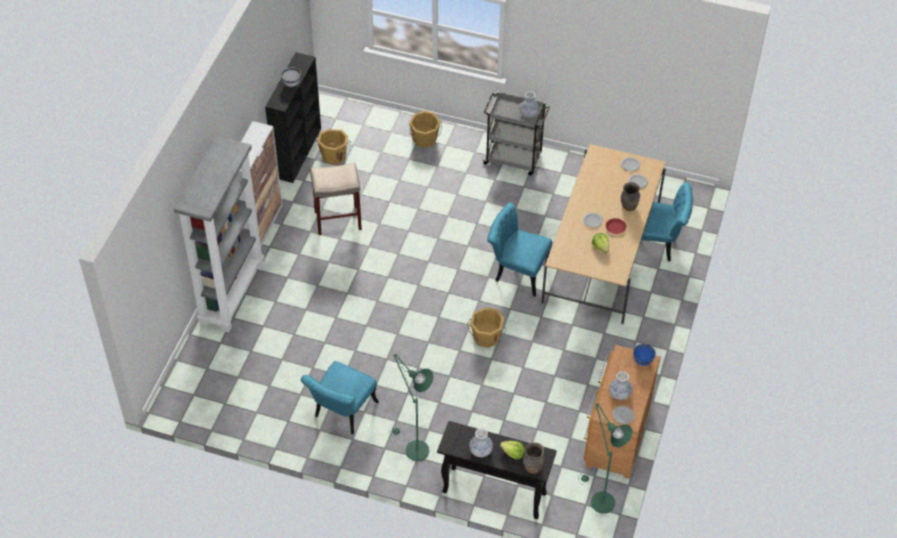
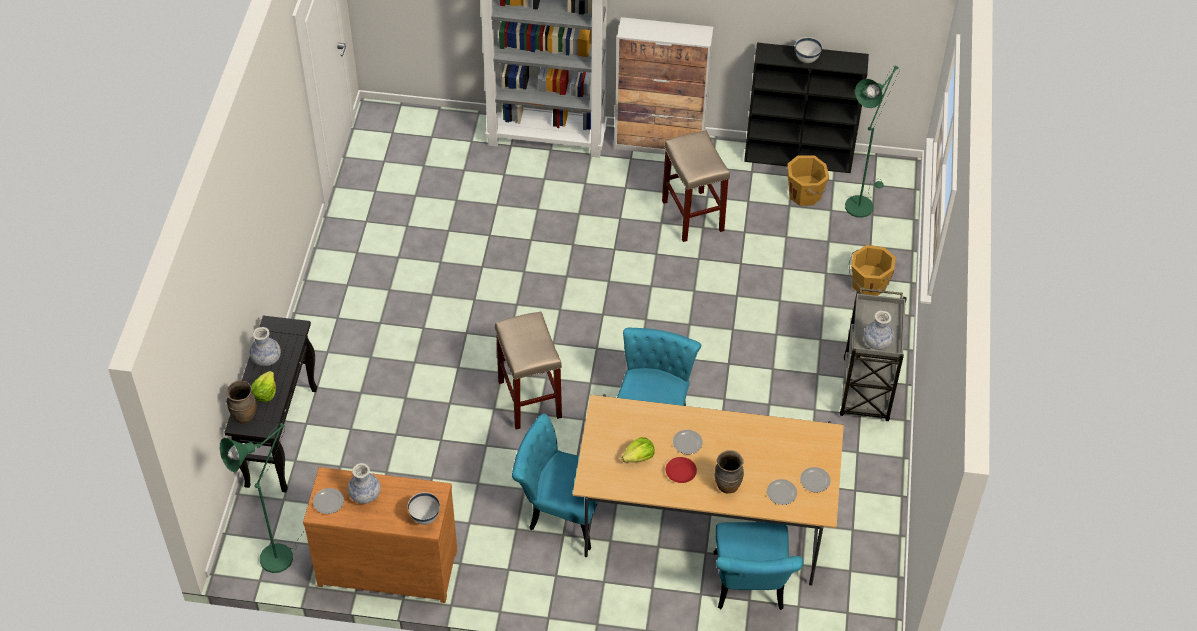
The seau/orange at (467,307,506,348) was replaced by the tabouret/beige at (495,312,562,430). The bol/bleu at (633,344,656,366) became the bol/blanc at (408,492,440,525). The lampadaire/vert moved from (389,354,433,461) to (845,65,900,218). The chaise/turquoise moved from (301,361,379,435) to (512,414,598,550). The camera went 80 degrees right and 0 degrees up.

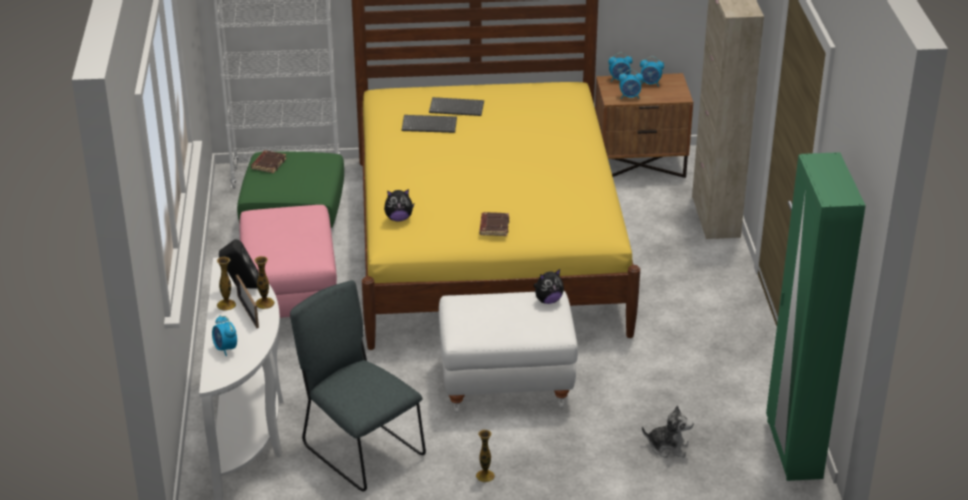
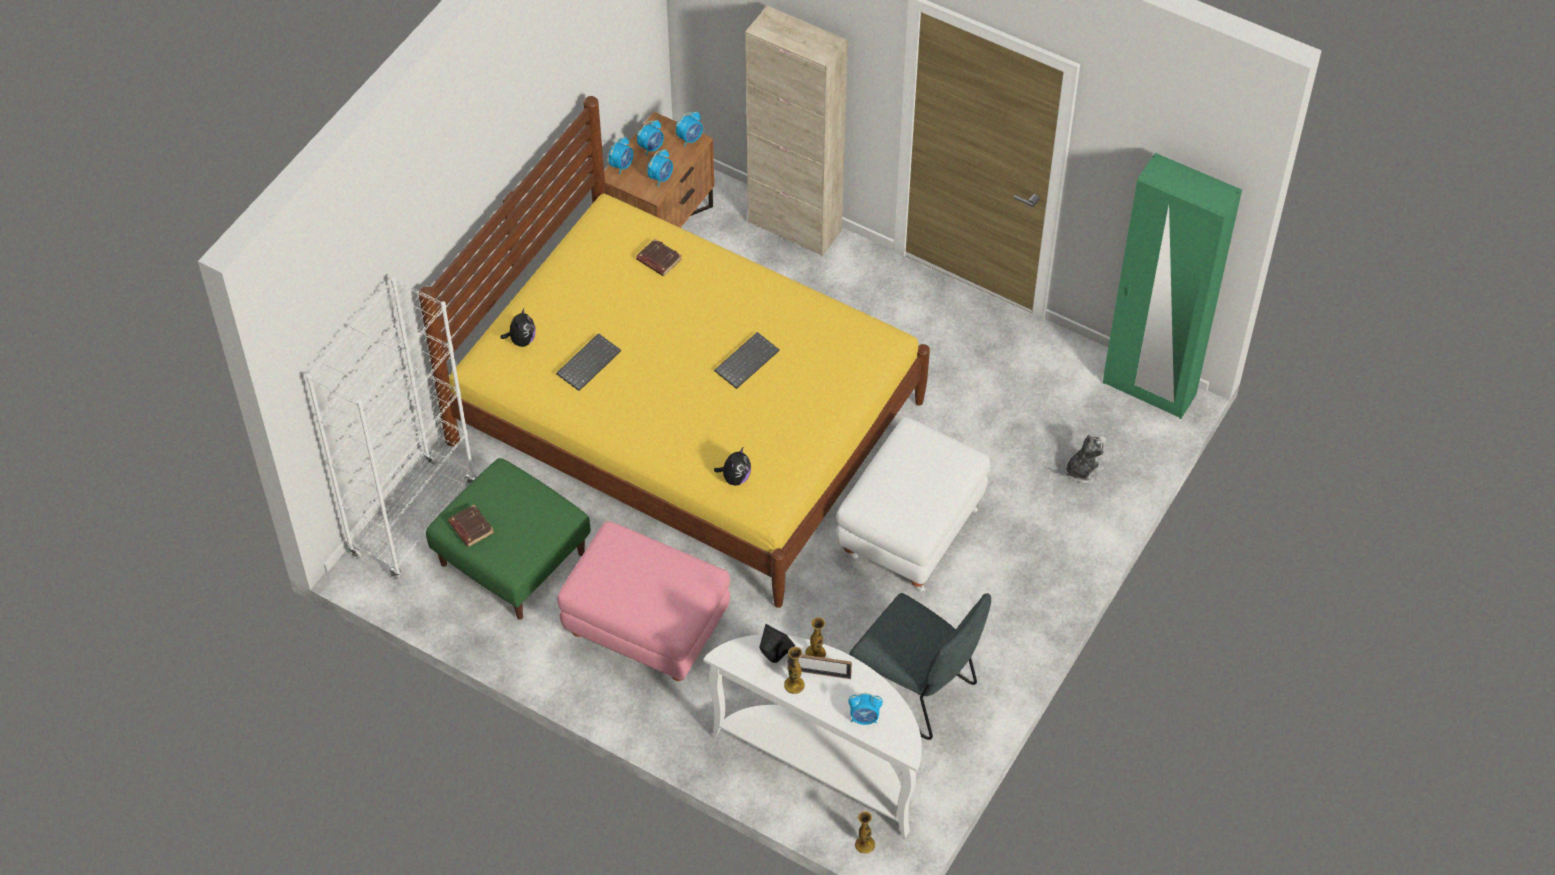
The clavier moved from (429,97,484,116) to (714,332,780,389). The livre/marron moved from (479,212,509,236) to (636,239,682,276). The peluche moved from (533,269,564,304) to (500,308,536,347). The chaise/gris at (290,280,426,491) turned 135 degrees counterclockwise. The vase moved from (476,429,495,482) to (855,811,875,854). The réveil at (676,111,703,147) appeared. The camera went 55 degrees left and 20 degrees up.

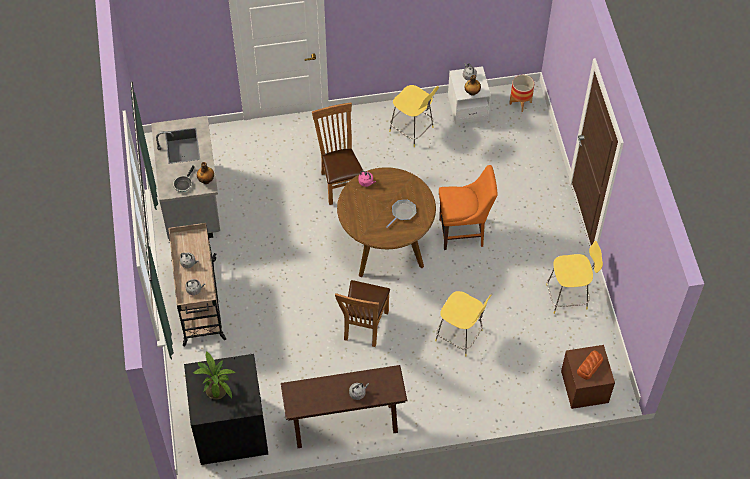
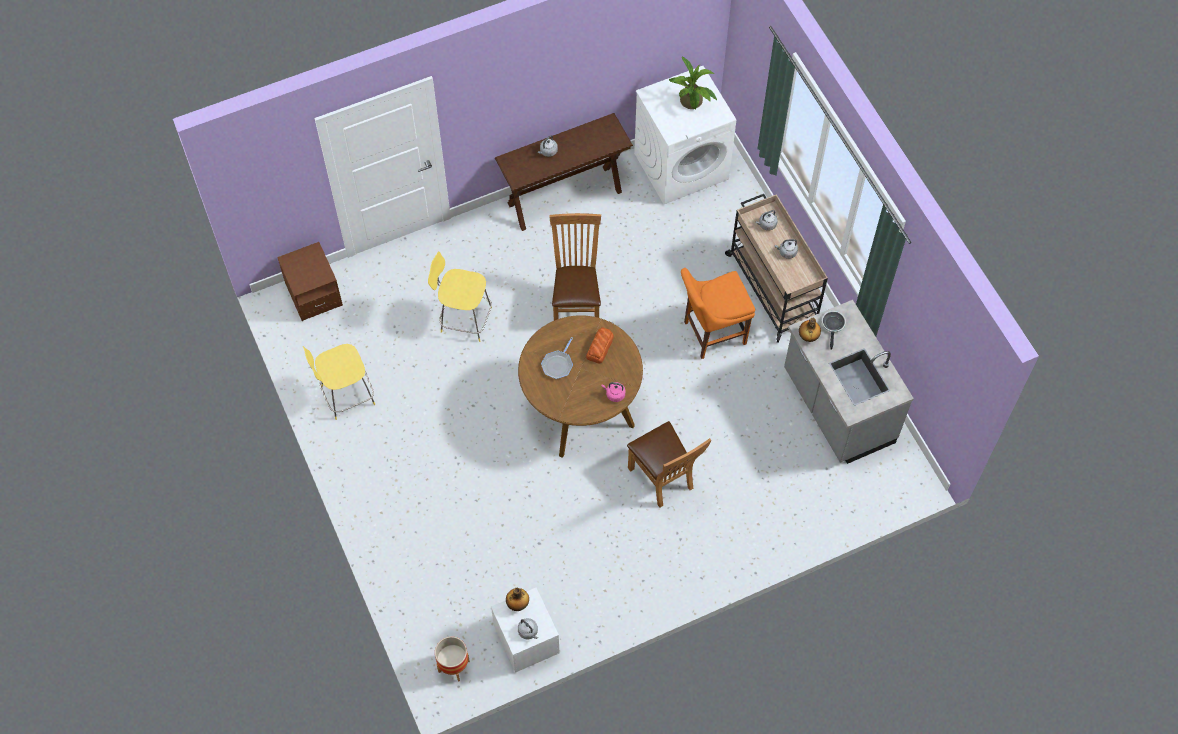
The tabouret/jaune at (389,85,439,147) disappeared. The chaise/orange moved from (439,165,498,250) to (681,268,755,359). The pain moved from (577,350,603,380) to (586,327,614,363). The lave-linge/noir at (184,354,268,465) became the lave-linge/blanc at (634,66,736,204). The camera went 165 degrees right and 5 degrees up.

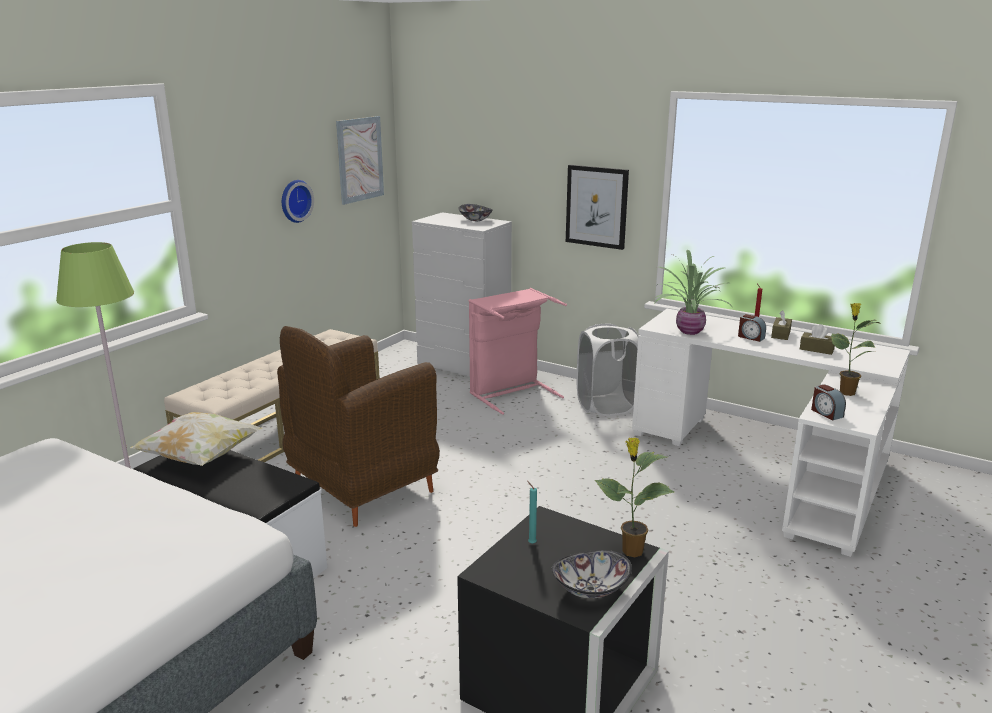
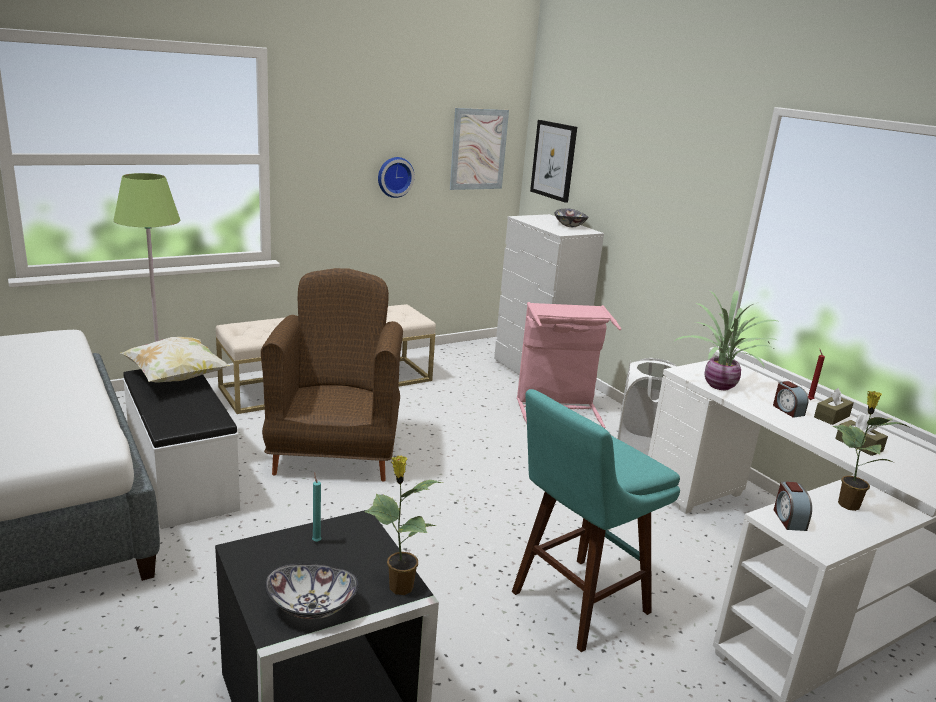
The tableau moved from (566,165,629,250) to (530,120,577,203). The fauteuil/marron at (277,326,440,527) turned 105 degrees clockwise. The tabouret/turquoise at (512,389,680,652) appeared. The camera went 25 degrees right and 0 degrees up.

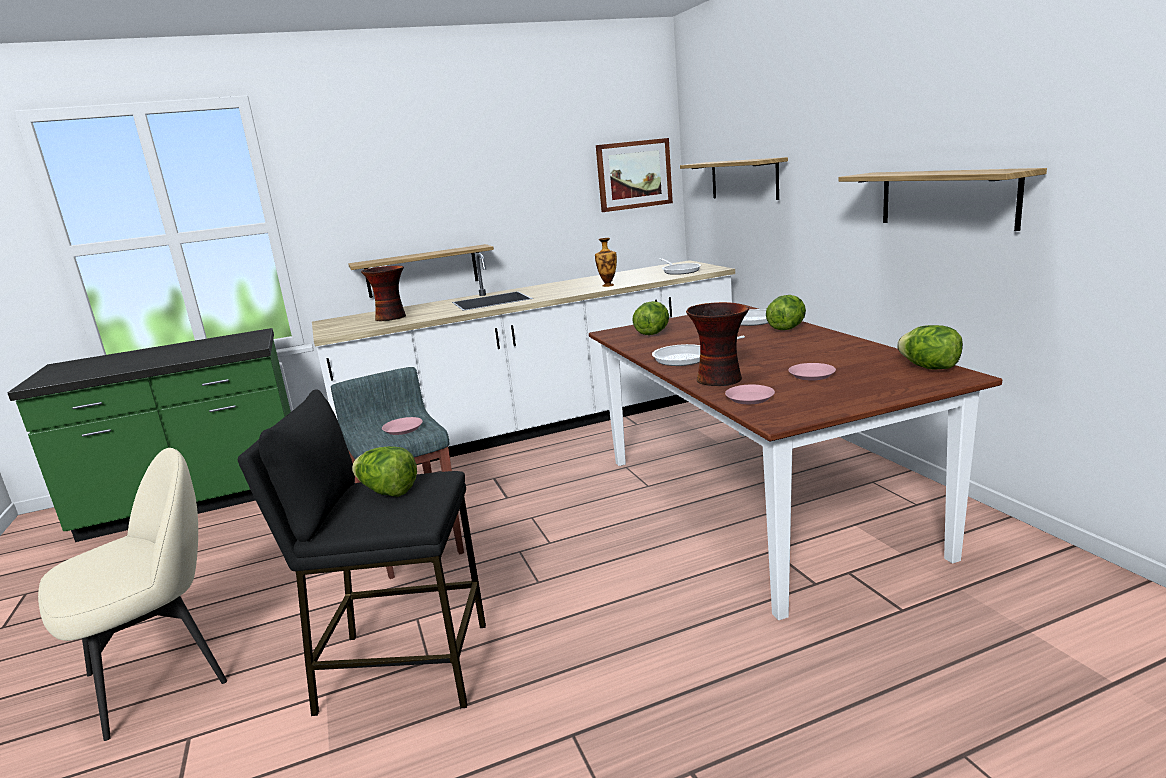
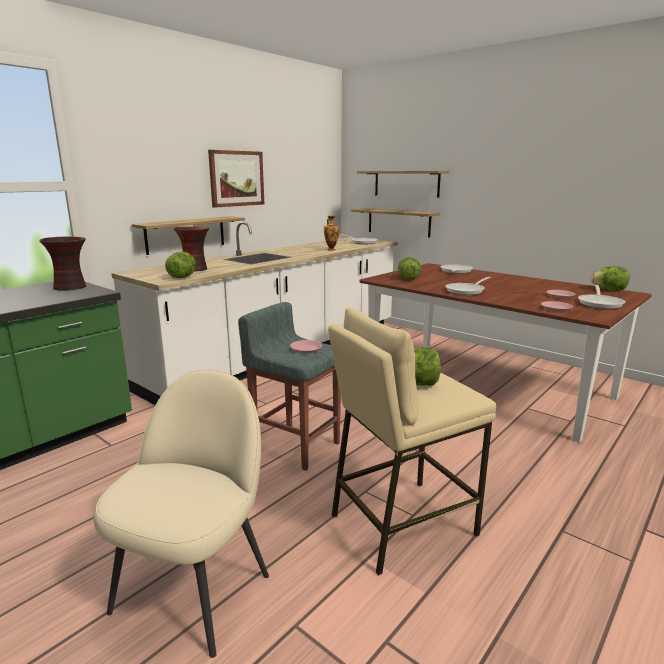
The tableau moved from (596,138,673,212) to (208,150,264,208). The étagère moved from (839,168,1047,231) to (351,208,440,238). The laitue moved from (766,295,806,330) to (165,252,196,278). The vase moved from (686,302,749,386) to (39,236,86,291). The tabouret/noir at (238,389,486,716) became the tabouret/beige at (328,308,496,576). The poêle at (578,285,625,309) appeared. The camera went 30 degrees left and 0 degrees up.

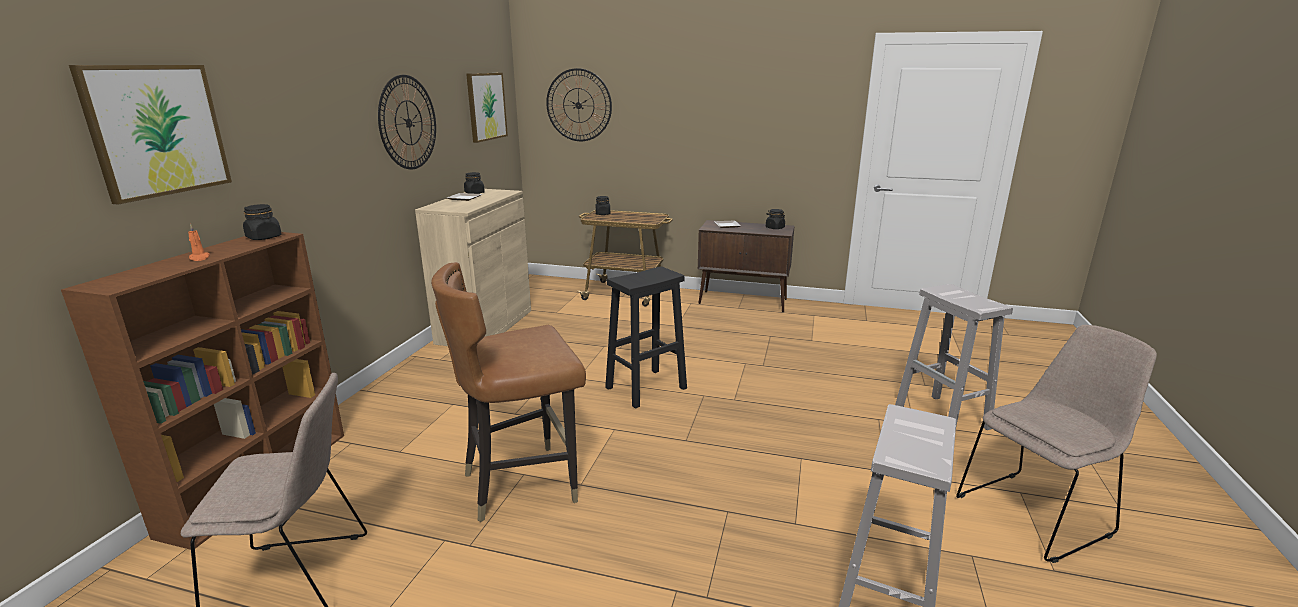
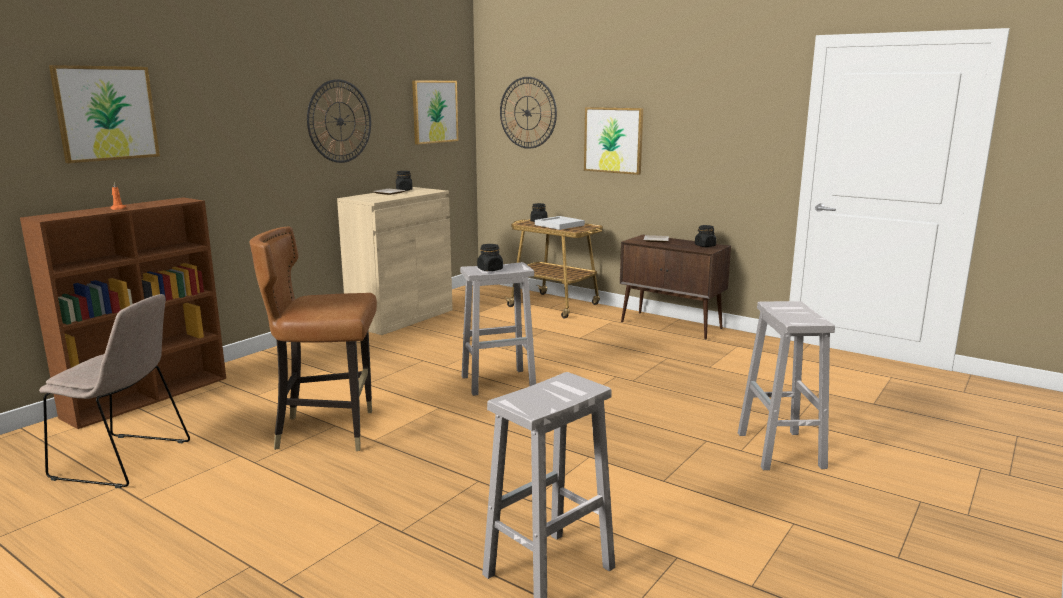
The bocal/noir moved from (243,204,282,240) to (477,244,503,271). The tabouret/noir at (605,266,687,409) became the tabouret/blanc at (460,262,536,396). The chaise/beige at (956,325,1157,563) disappeared. The tableau at (584,107,643,175) appeared. The plateau/blanc at (535,216,585,230) appeared. The camera went 20 degrees right and 5 degrees down.

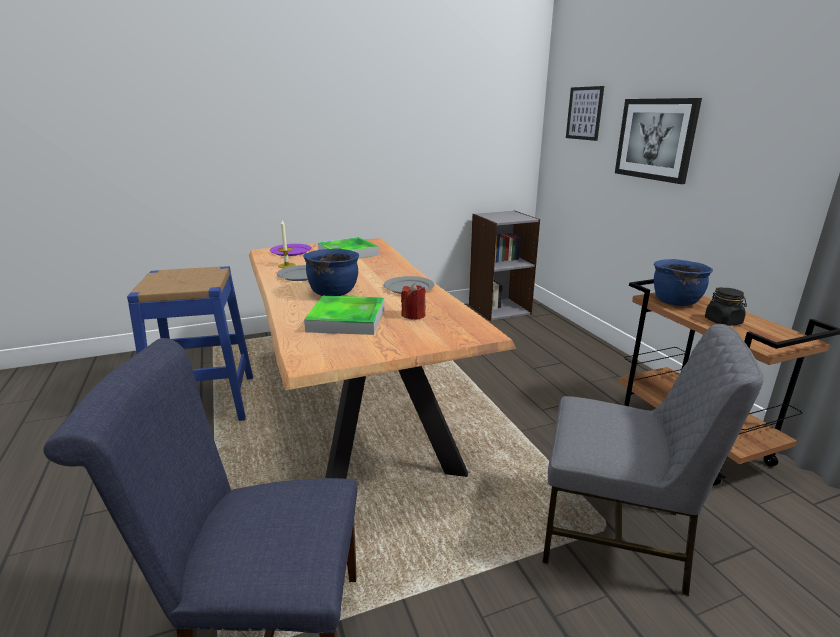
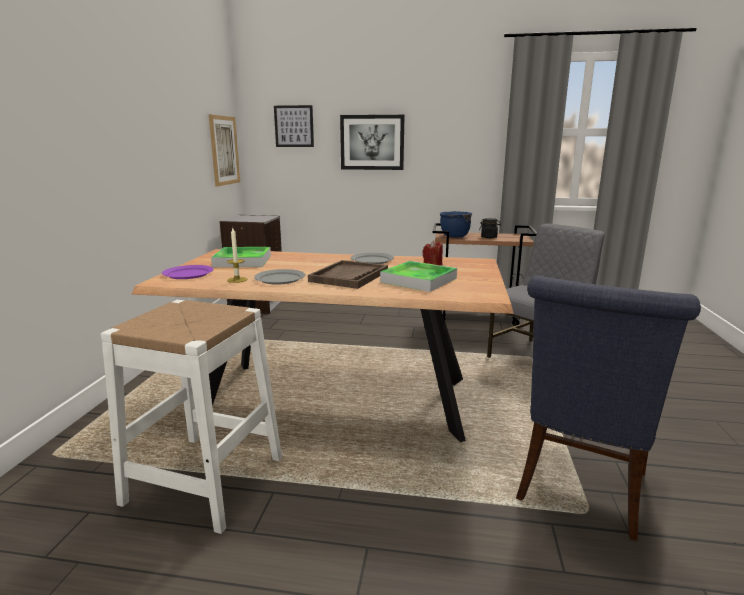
The marmite/bleu at (303,248,359,296) was replaced by the plateau/marron at (308,260,388,289). The tabouret/bleu at (127,266,253,421) became the tabouret/blanc at (101,300,282,534). The tableau at (209,115,240,187) appeared. The camera went 60 degrees left and 5 degrees down.

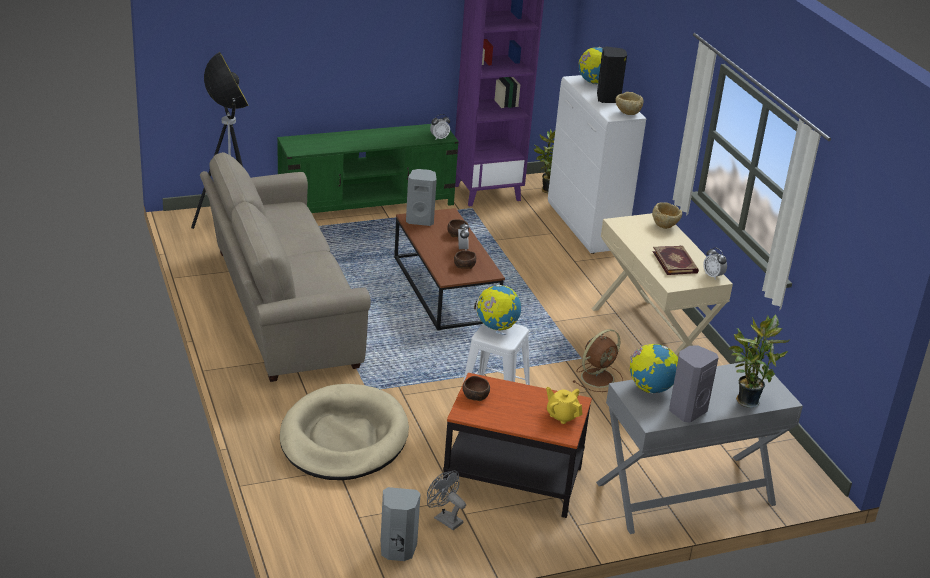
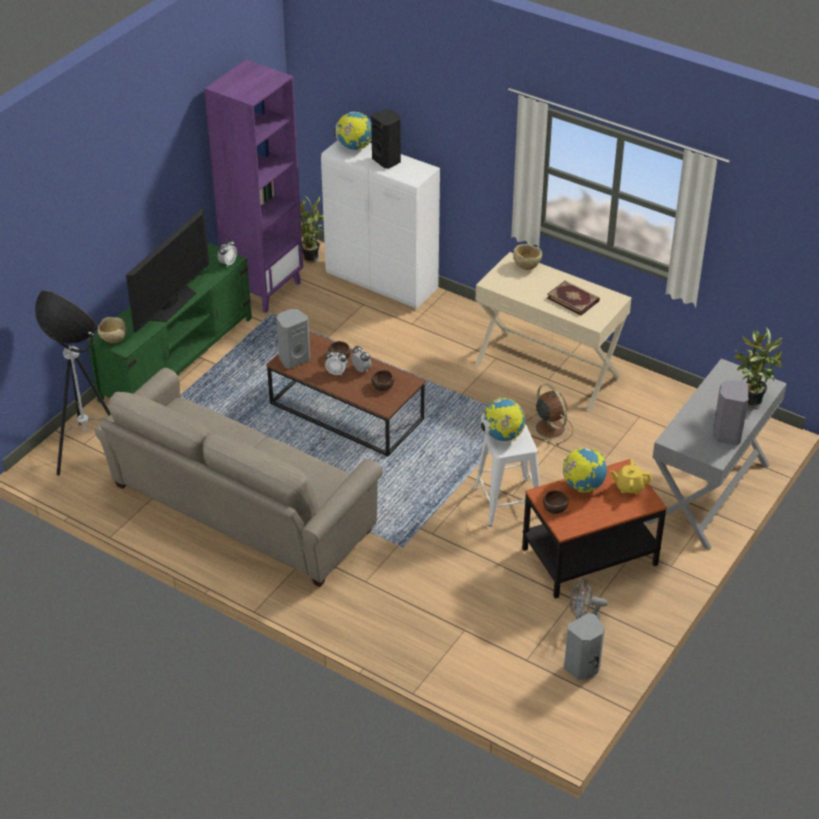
The bol/beige moved from (615,92,643,115) to (98,317,126,343). The réveil moved from (703,247,727,280) to (325,349,348,376). The ventilateur/marron at (573,329,623,392) turned 45 degrees counterclockwise. The globe moved from (630,344,678,393) to (563,448,607,493). The panier pour chien/beige at (280,384,409,480) disappeared. The téléviseur at (126,207,209,333) appeared. The camera went 35 degrees left and 10 degrees up.

